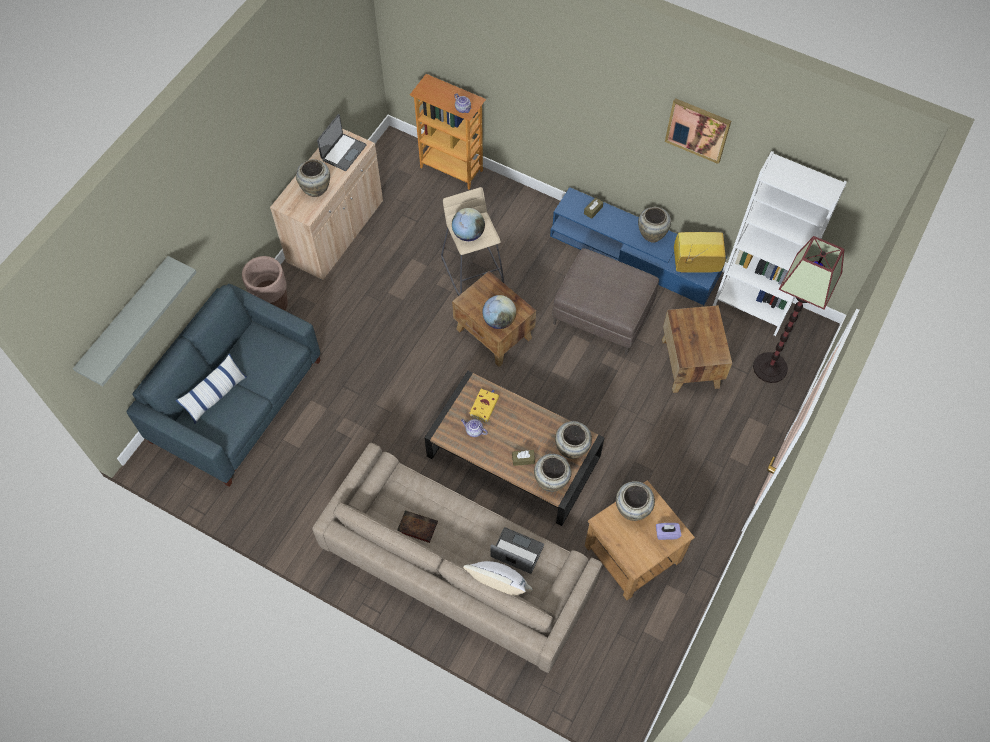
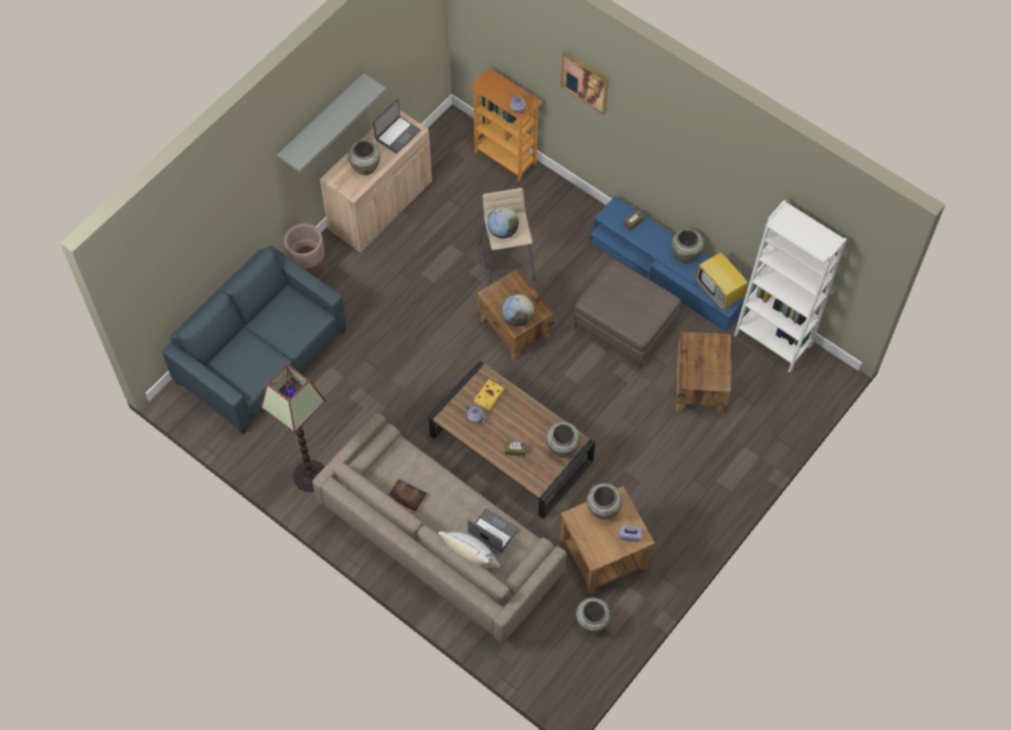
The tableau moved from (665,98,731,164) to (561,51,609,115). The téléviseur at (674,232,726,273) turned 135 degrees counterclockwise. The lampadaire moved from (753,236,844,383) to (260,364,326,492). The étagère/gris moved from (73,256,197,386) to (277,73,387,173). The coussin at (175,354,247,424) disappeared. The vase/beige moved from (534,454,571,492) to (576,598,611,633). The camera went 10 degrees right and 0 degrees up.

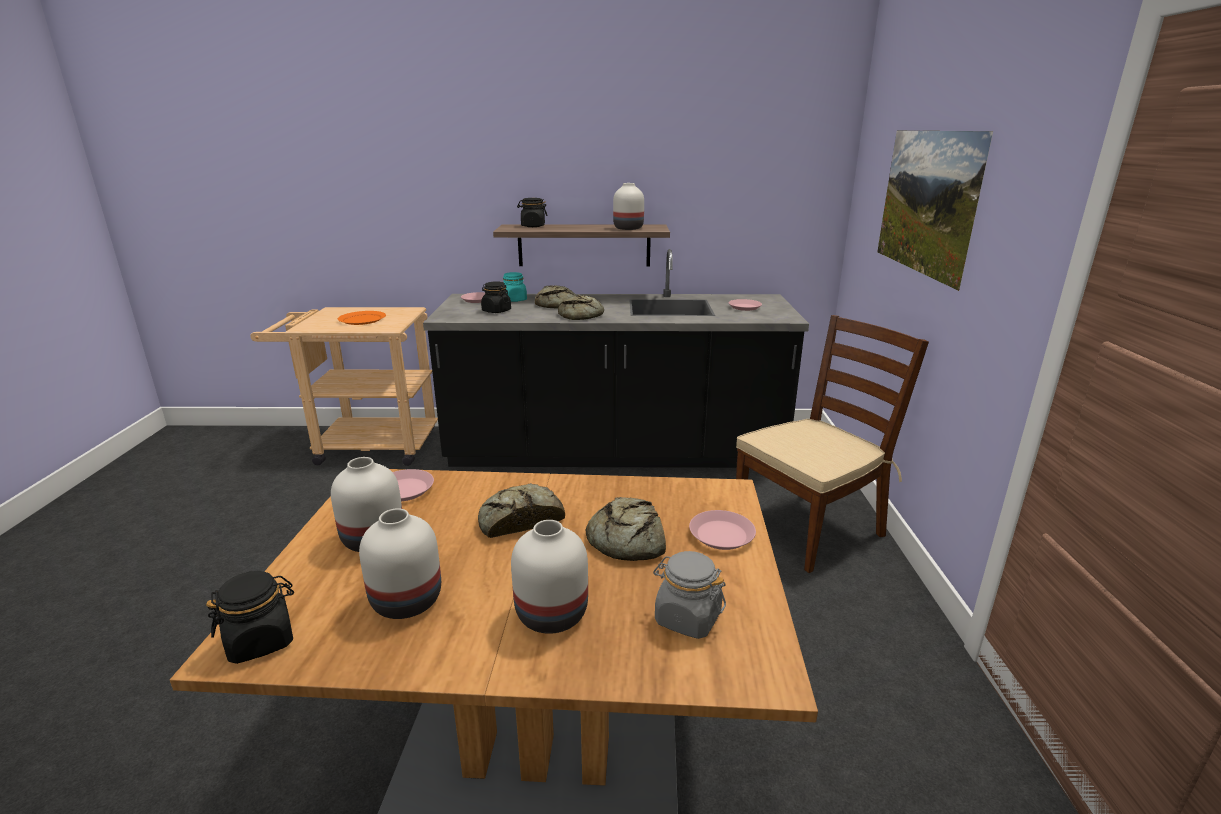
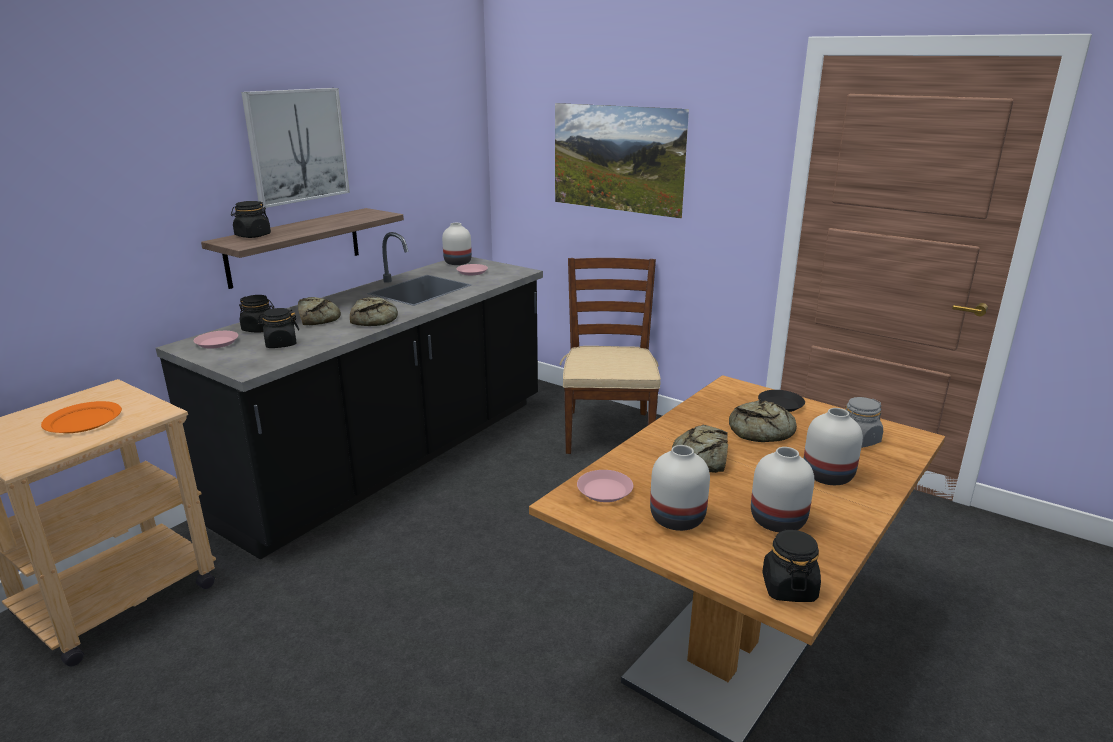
The vase/blanc moved from (613,183,644,230) to (442,223,472,265). The bocal/turquoise at (503,272,527,302) became the bocal/noir at (239,295,274,333). The assiette/rose at (689,510,756,550) became the assiette/noir at (758,390,805,412). The tableau at (241,88,350,208) appeared. The camera went 55 degrees left and 0 degrees up.

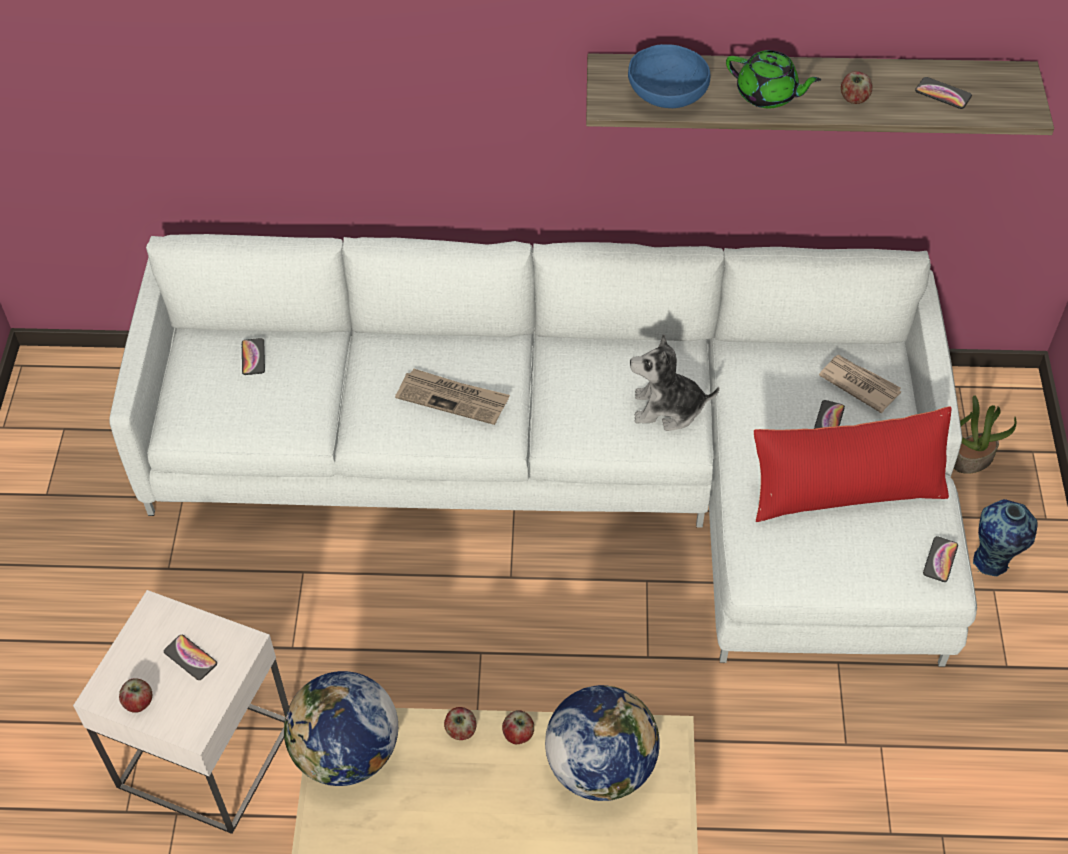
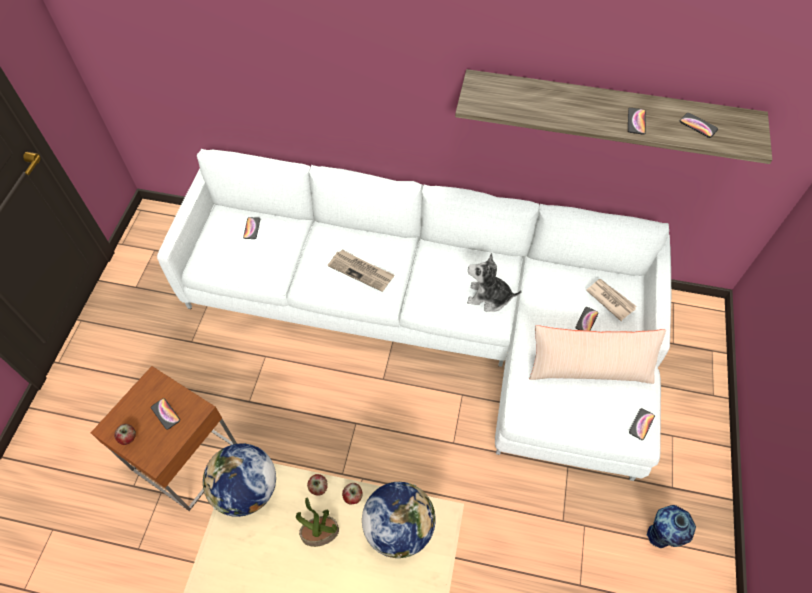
The bol/bleu at (628,44,710,108) disappeared. The théière/vert at (726,50,821,108) disappeared. The pomme at (841,71,873,104) was replaced by the téléphone at (628,108,646,135). The plante en pot moved from (954,395,1016,474) to (296,497,339,547). The coussin/rouge at (754,406,951,522) became the coussin/beige at (529,325,666,384). The vase moved from (973,499,1038,576) to (646,505,696,548). The table d'appoint/blanc at (73,590,289,834) became the table d'appoint/marron at (91,366,237,511). The camera went 10 degrees right and 5 degrees up.

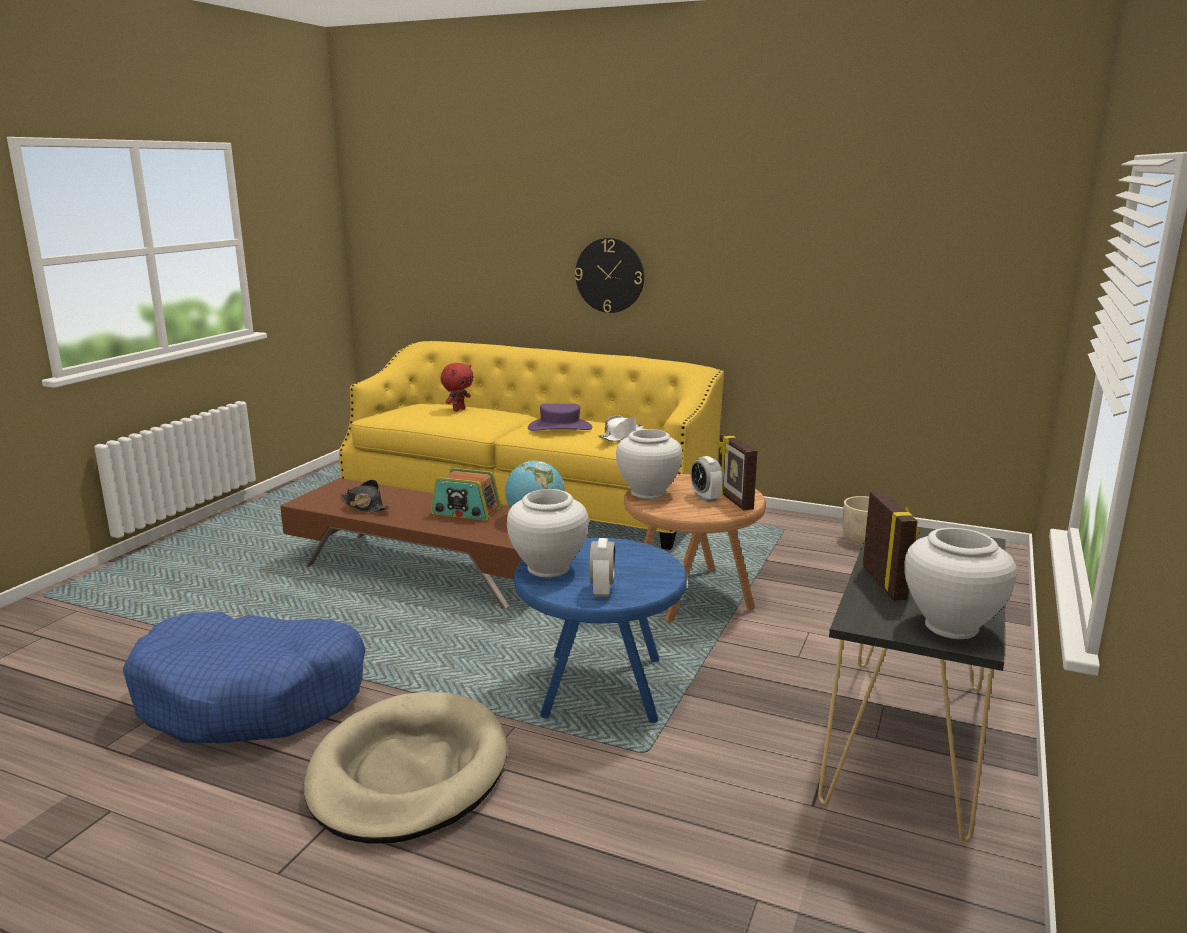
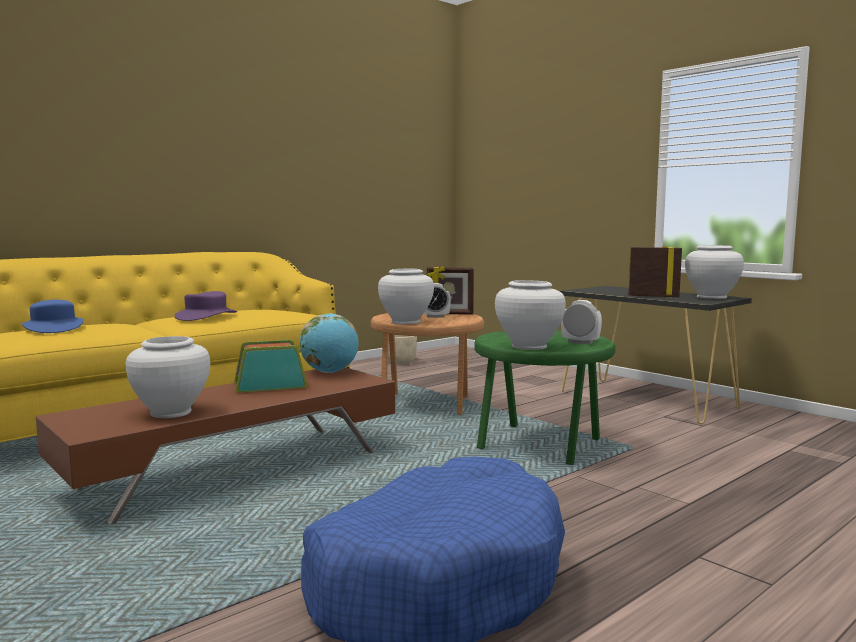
The horloge murale at (575,238,644,313) disappeared. The peluche/rouge at (440,363,474,412) was replaced by the chapeau/bleu at (22,300,84,333). The chapeau/blanc at (598,416,644,442) disappeared. The radio at (431,468,501,521) turned 150 degrees counterclockwise. The chapeau/noir at (340,479,391,513) was replaced by the vase/blanc at (125,336,210,418). The table d'appoint/bleu at (514,538,687,723) became the table d'appoint/vert at (474,330,616,465). The panier pour chien/beige at (304,692,507,844) disappeared. The camera went 65 degrees left and 10 degrees down.

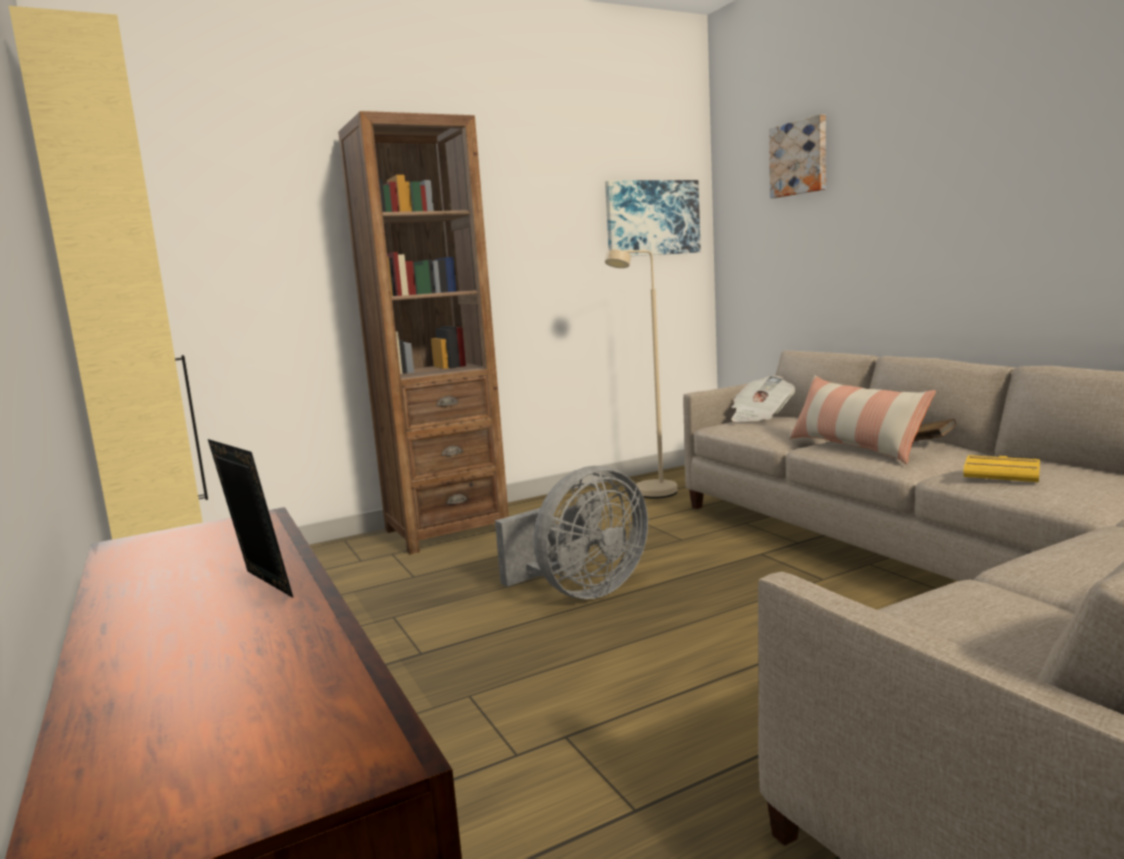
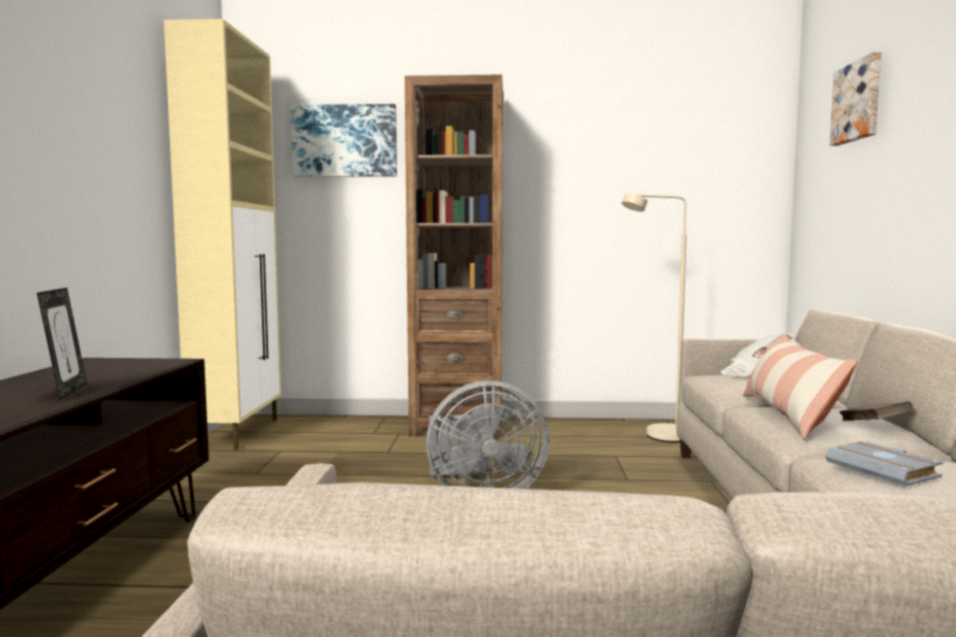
The tableau moved from (605,180,701,256) to (291,104,397,177). The livre/jaune at (963,455,1040,482) became the livre/gris at (825,441,943,486). The camera went 30 degrees right and 5 degrees down.

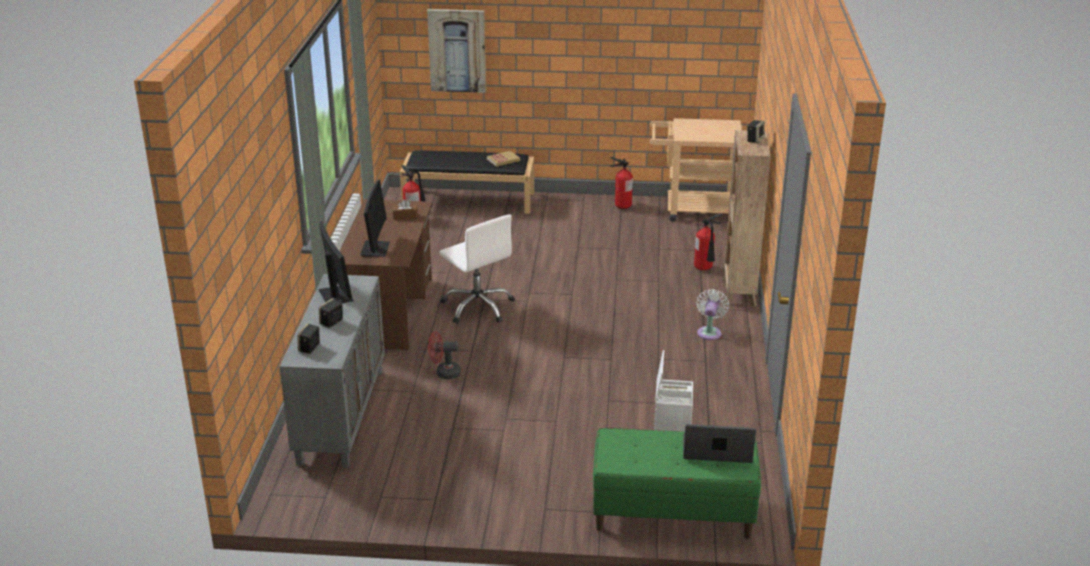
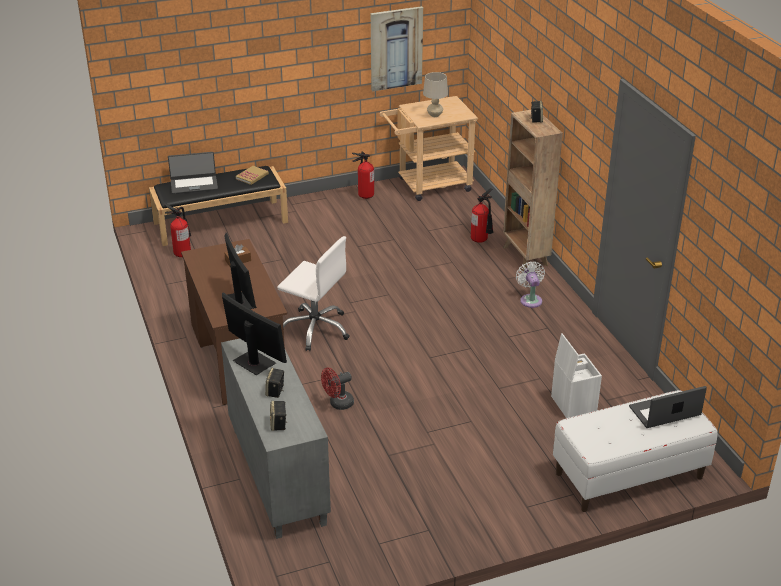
The tableau moved from (427,9,486,93) to (371,6,423,91). The banc/vert at (593,428,761,539) became the banc/blanc at (553,390,718,512). The lampe de table/beige at (423,72,448,117) appeared. The ordinateur portable at (168,152,218,194) appeared. The camera went 25 degrees left and 5 degrees up.

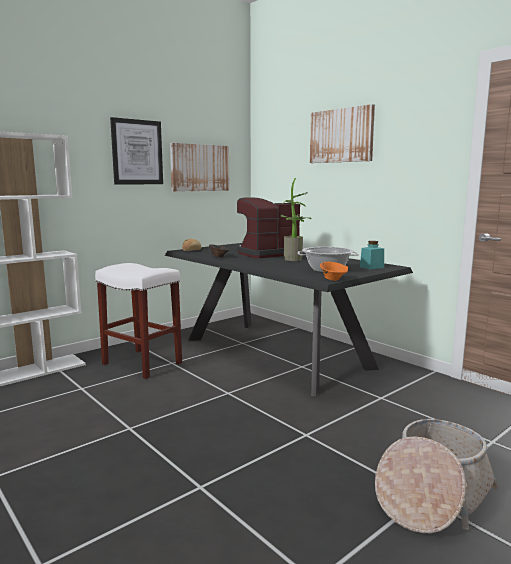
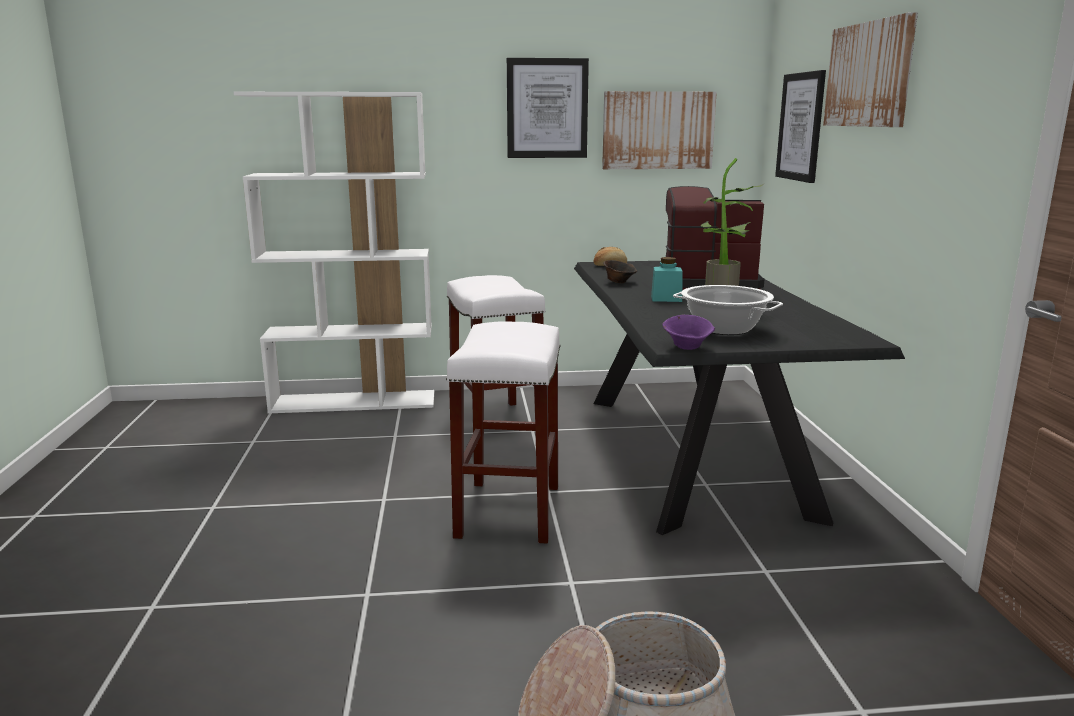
The bocal/turquoise moved from (360,241,384,269) to (651,257,683,302). The bol/orange at (320,262,348,281) became the bol/violet at (662,315,715,350). The tableau at (775,70,826,183) appeared. The tabouret/blanc at (446,321,560,544) appeared. The camera went 35 degrees right and 5 degrees up.

